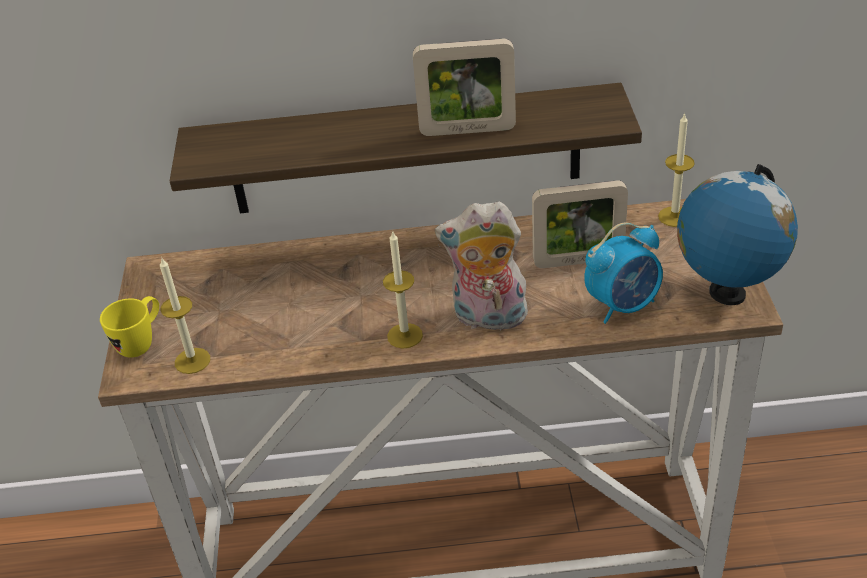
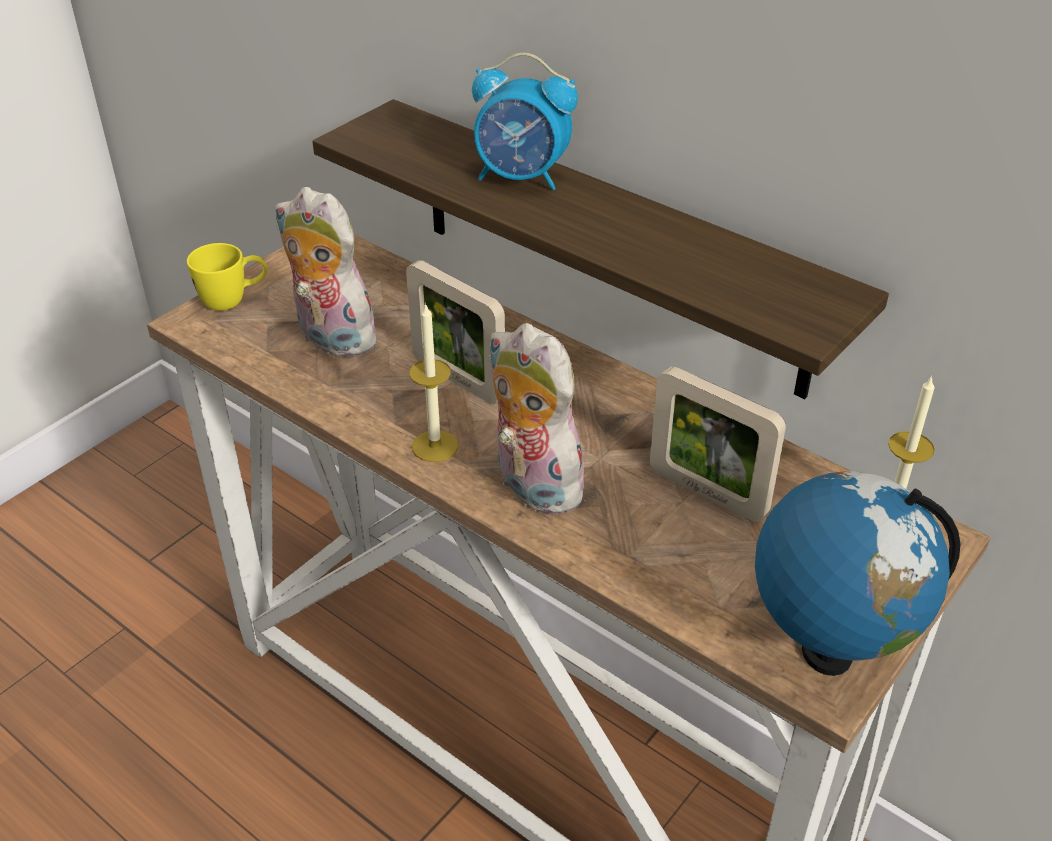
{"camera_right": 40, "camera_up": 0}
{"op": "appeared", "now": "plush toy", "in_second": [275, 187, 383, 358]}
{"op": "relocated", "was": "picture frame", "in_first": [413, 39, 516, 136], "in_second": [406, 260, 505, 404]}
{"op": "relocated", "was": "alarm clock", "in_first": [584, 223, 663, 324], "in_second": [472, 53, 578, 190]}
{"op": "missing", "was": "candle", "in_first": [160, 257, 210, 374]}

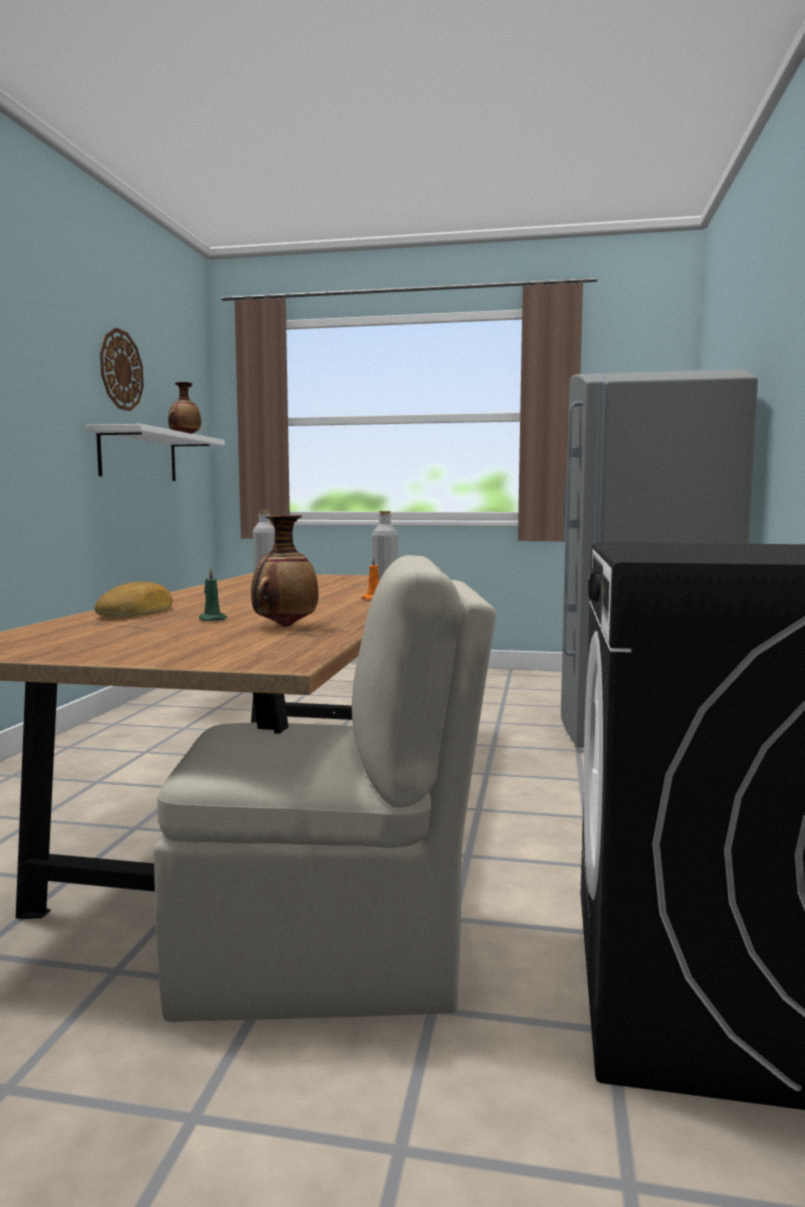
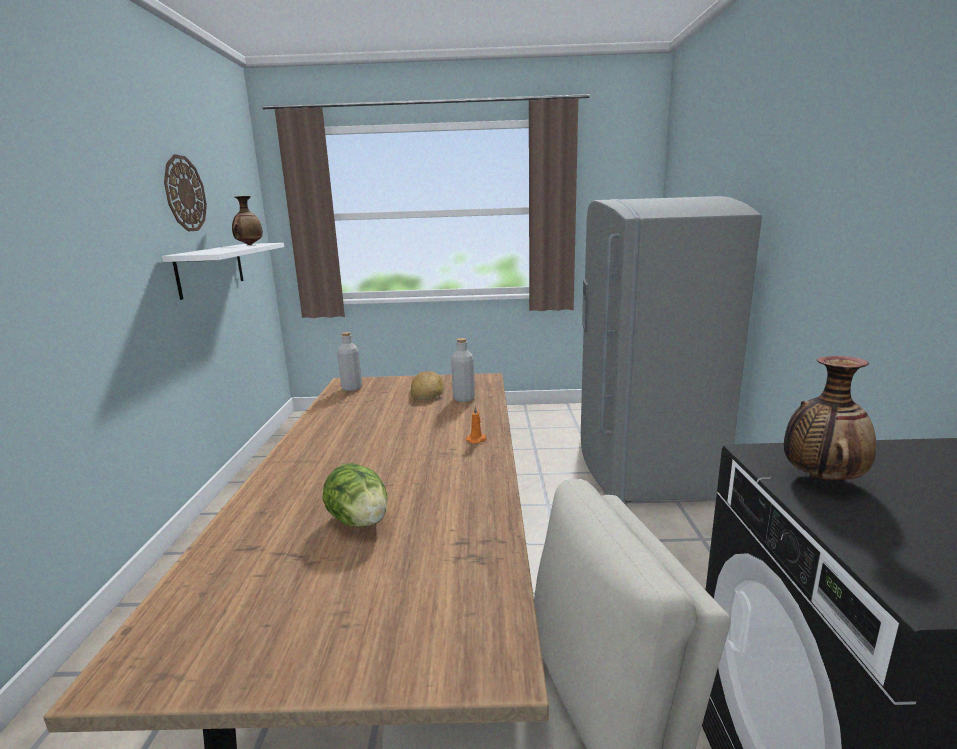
{"camera_right": -10, "camera_up": 10}
{"op": "exchanged", "was": "candle/green", "now": "lettuce", "in_first": [199, 568, 227, 621], "in_second": [322, 463, 387, 527]}
{"op": "relocated", "was": "bread", "in_first": [94, 582, 172, 617], "in_second": [411, 371, 444, 400]}
{"op": "relocated", "was": "vase", "in_first": [251, 515, 319, 627], "in_second": [784, 356, 876, 481]}

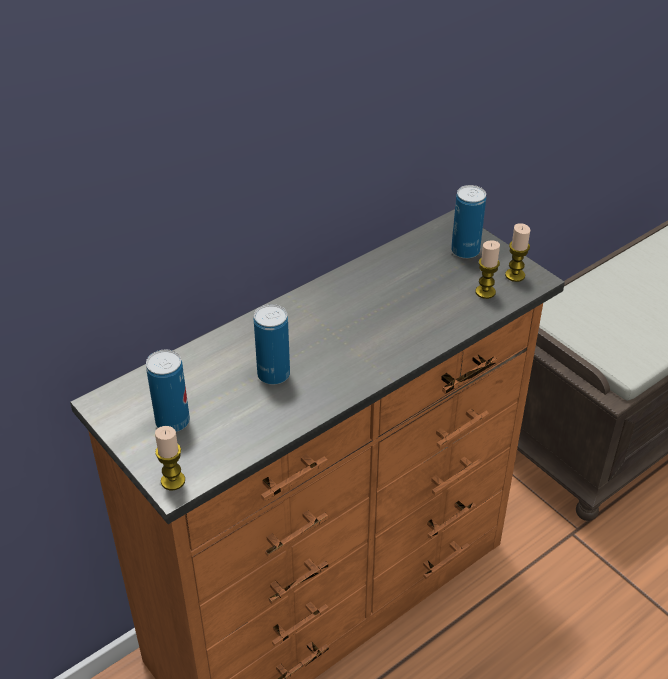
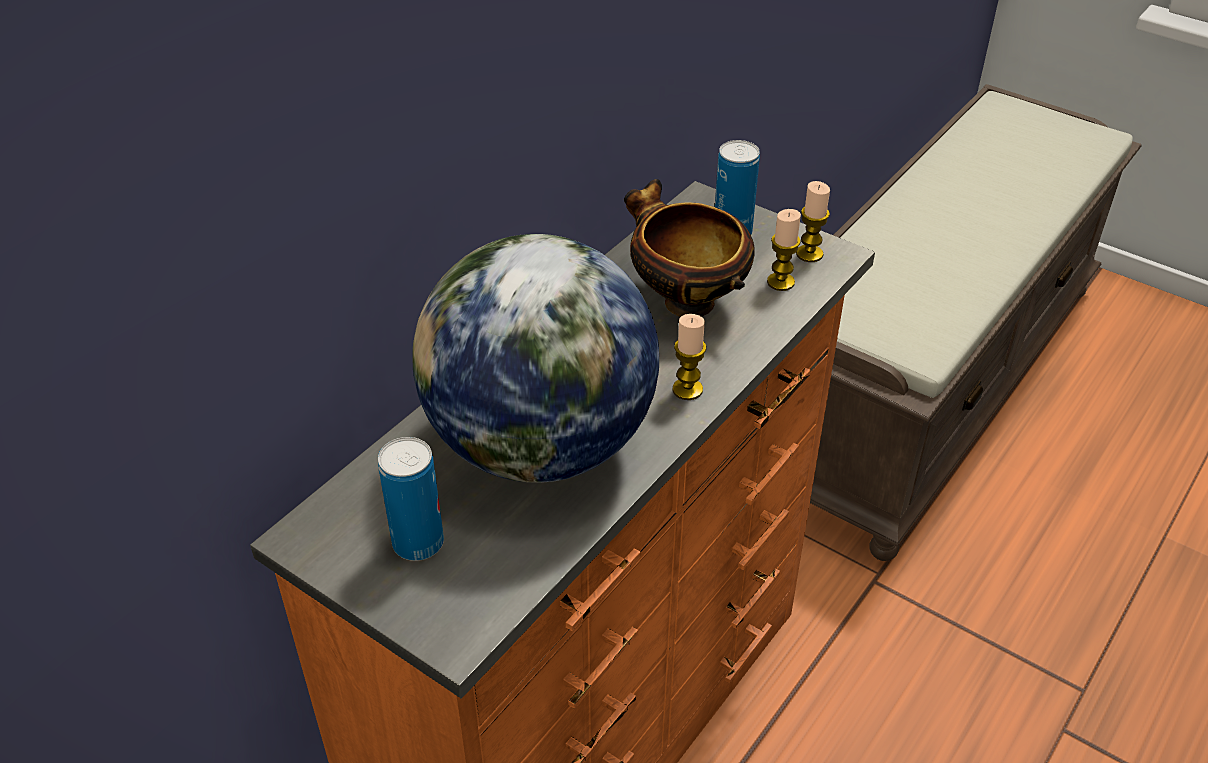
{"camera_right": -15, "camera_up": 0}
{"op": "exchanged", "was": "can", "now": "globe", "in_first": [254, 304, 290, 385], "in_second": [412, 234, 659, 483]}
{"op": "appeared", "now": "bowl", "in_second": [624, 179, 755, 317]}
{"op": "relocated", "was": "candle", "in_first": [155, 426, 185, 490], "in_second": [672, 314, 706, 400]}

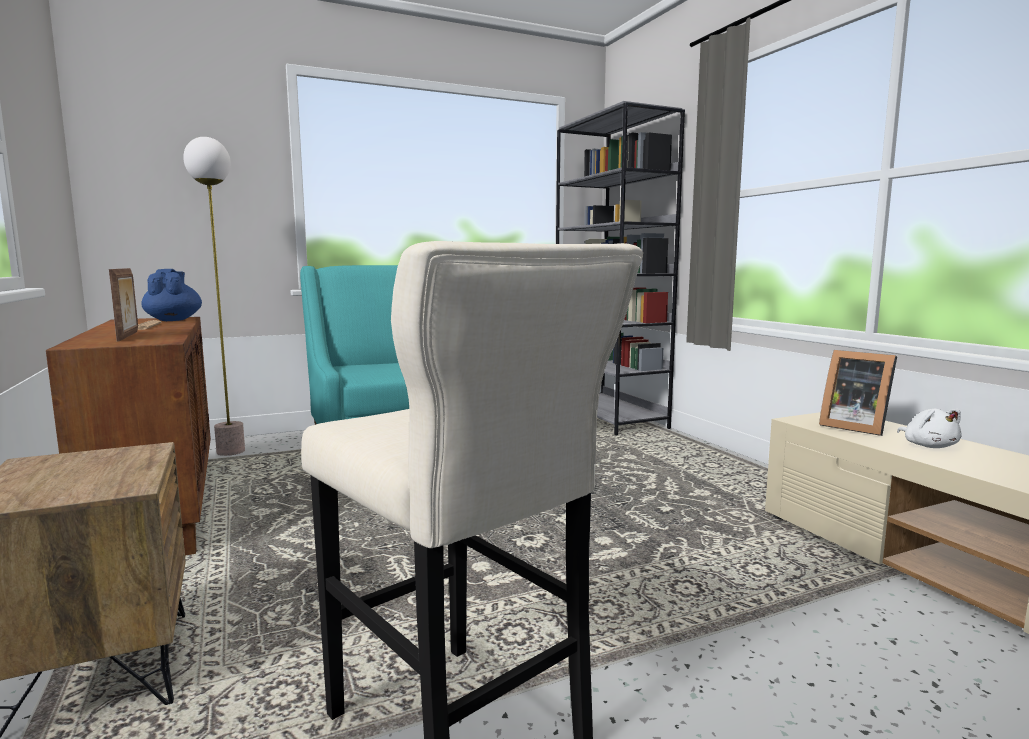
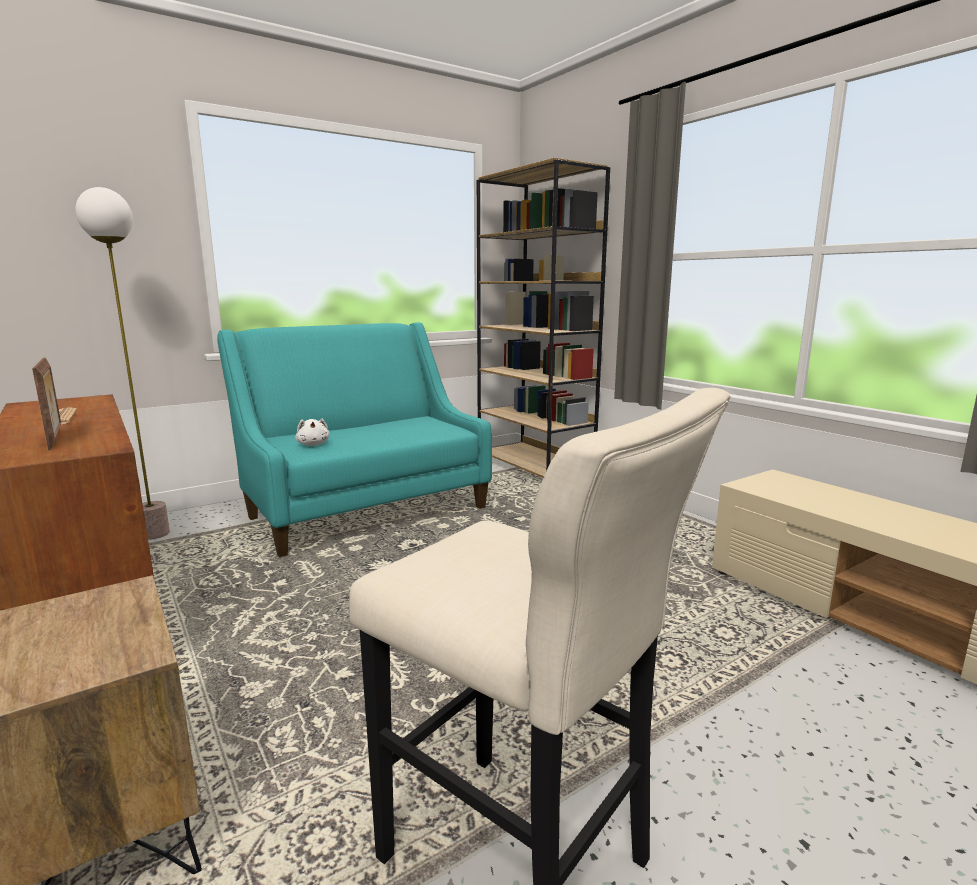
{"camera_right": -10, "camera_up": 5}
{"op": "relocated", "was": "plush toy/white", "in_first": [897, 409, 962, 448], "in_second": [295, 419, 330, 446]}
{"op": "colour", "was": "bookcase/grey", "now": "bookcase/brown", "in_first": [556, 101, 685, 435], "in_second": [477, 158, 610, 478]}
{"op": "missing", "was": "teapot/blue", "in_first": [142, 269, 202, 321]}
{"op": "missing", "was": "picture frame", "in_first": [819, 350, 897, 436]}

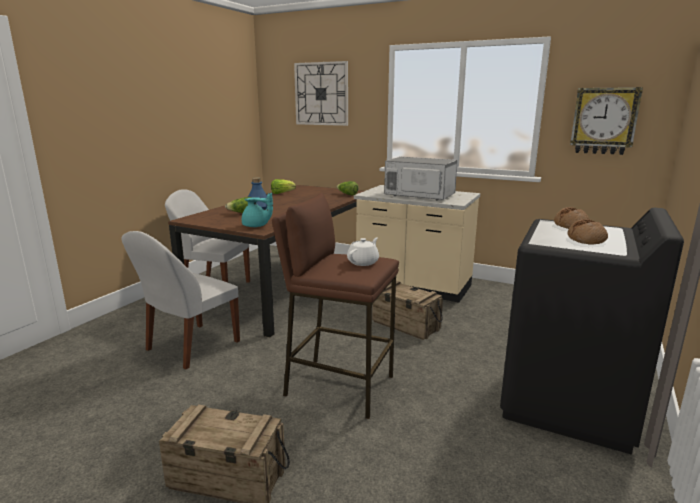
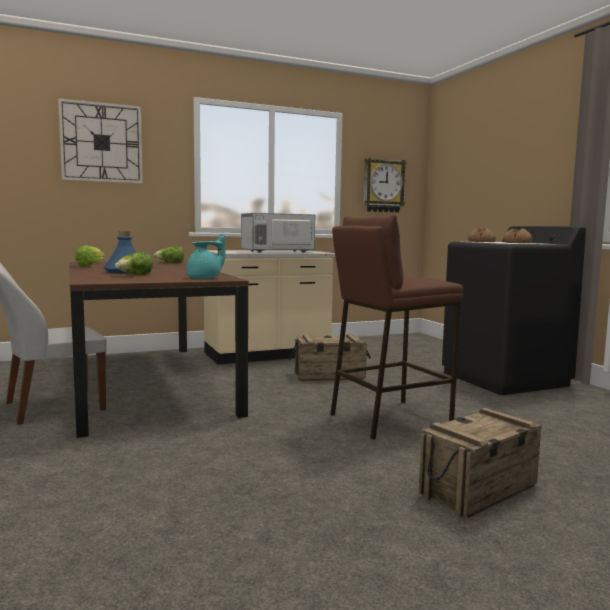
{"camera_right": -50, "camera_up": -10}
{"op": "missing", "was": "chair/white", "in_first": [121, 231, 240, 370]}
{"op": "missing", "was": "teapot/white", "in_first": [347, 237, 379, 266]}

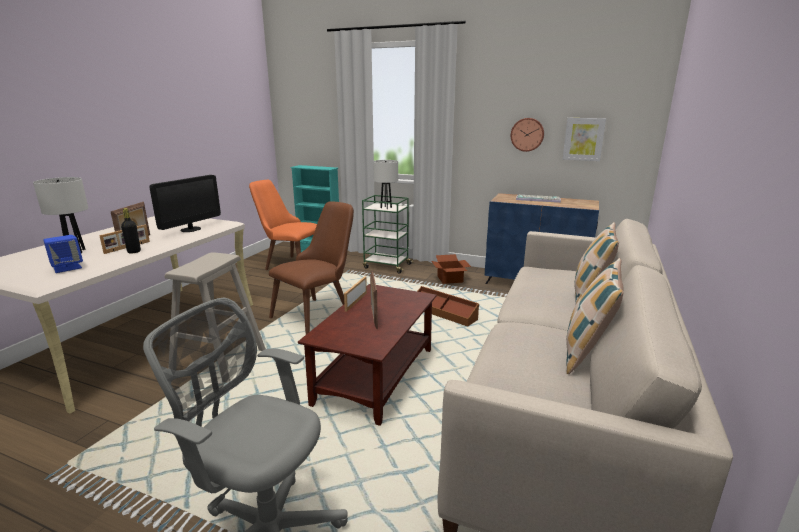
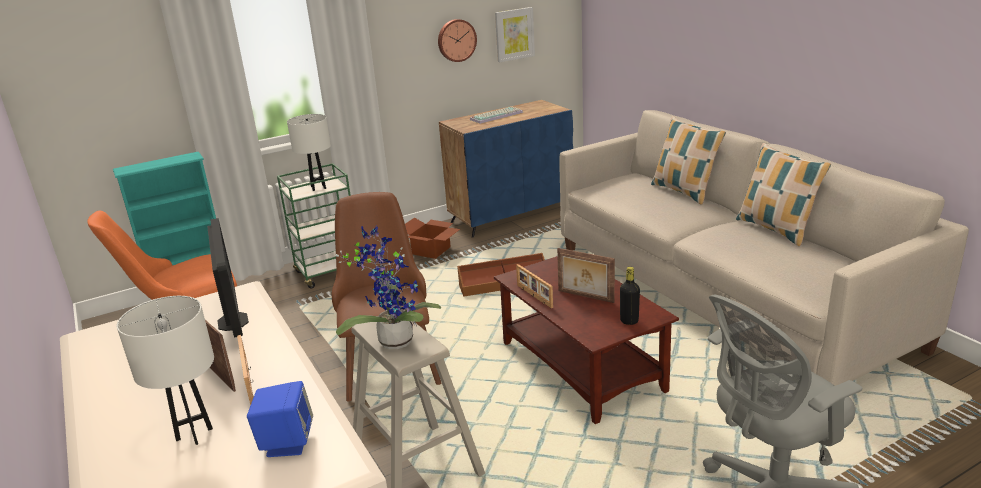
{"camera_right": -50, "camera_up": 5}
{"op": "appeared", "now": "potted plant", "in_second": [335, 226, 441, 349]}
{"op": "relocated", "was": "bottle/black", "in_first": [121, 208, 141, 253], "in_second": [620, 267, 640, 325]}

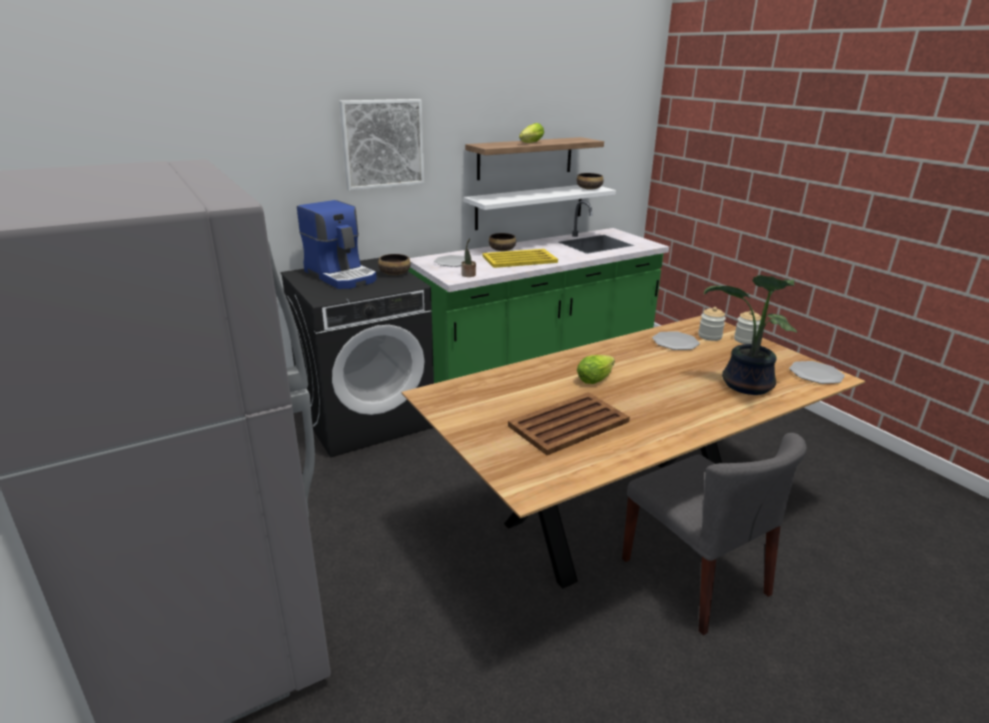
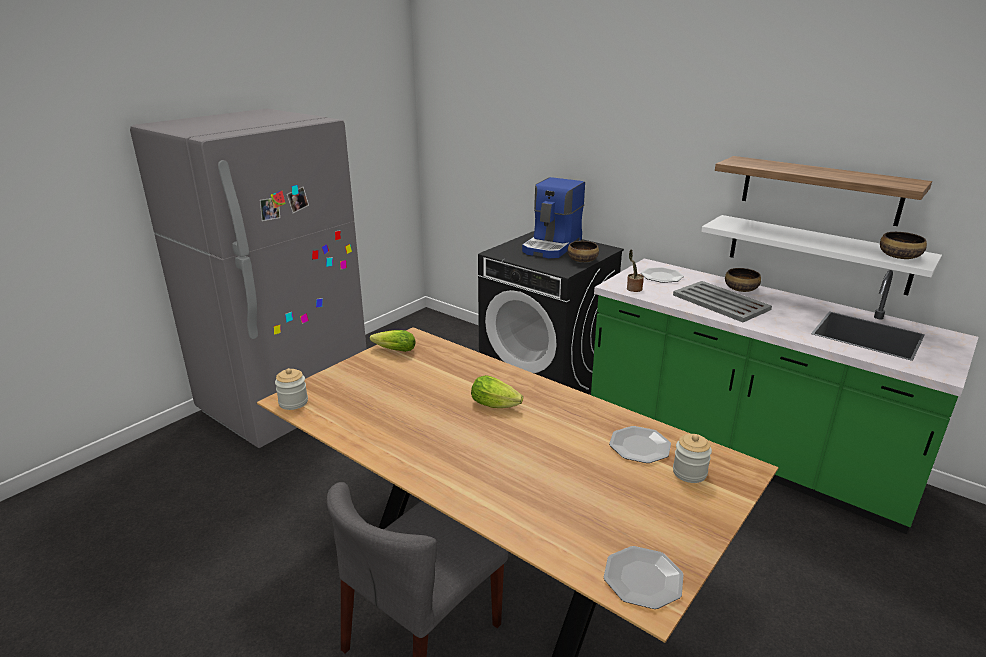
{"camera_right": 70, "camera_up": 0}
{"op": "relocated", "was": "jar", "in_first": [734, 310, 761, 344], "in_second": [275, 368, 308, 410]}
{"op": "relocated", "was": "lettuce", "in_first": [519, 123, 544, 143], "in_second": [370, 330, 416, 352]}
{"op": "colour", "was": "tray/yellow", "now": "tray/grey", "in_first": [483, 249, 558, 268], "in_second": [673, 281, 772, 322]}
{"op": "missing", "was": "picture", "in_first": [339, 99, 424, 191]}
{"op": "missing", "was": "tray/brown", "in_first": [508, 392, 630, 455]}
{"op": "missing", "was": "potted plant", "in_first": [704, 275, 797, 395]}

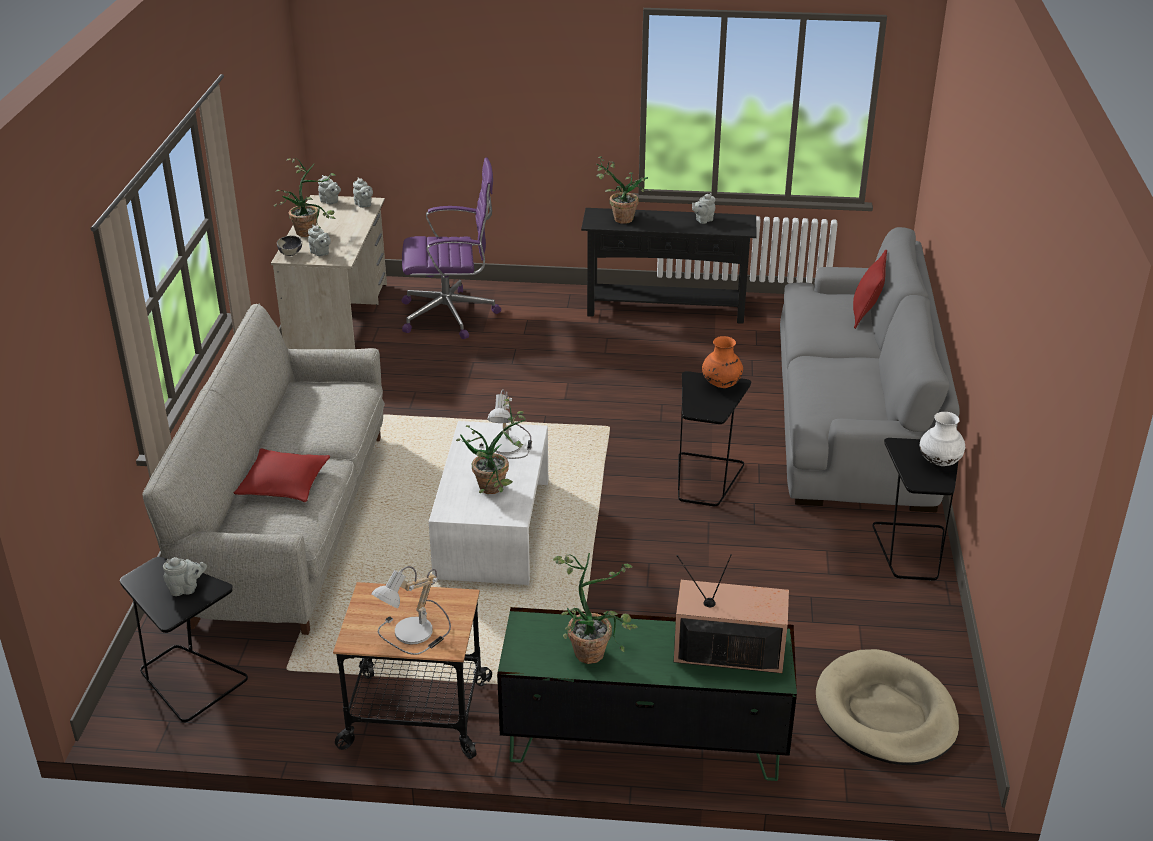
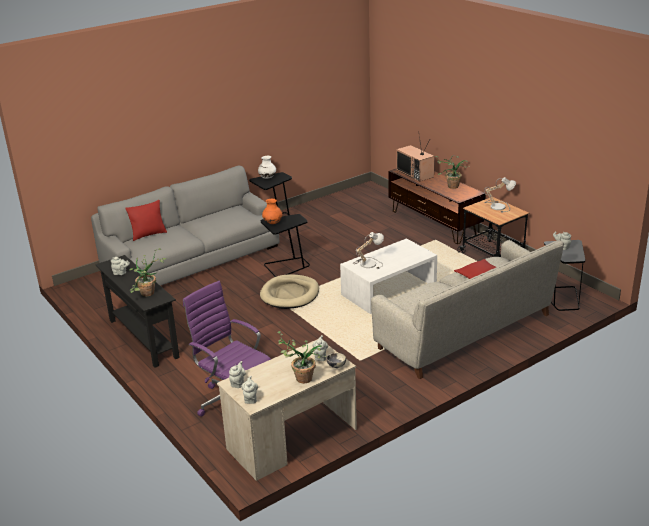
{"camera_right": -130, "camera_up": -5}
{"op": "relocated", "was": "dog bed/beige", "in_first": [816, 649, 959, 765], "in_second": [260, 275, 319, 309]}
{"op": "colour", "was": "tv stand/green", "now": "tv stand/brown", "in_first": [497, 607, 797, 781], "in_second": [389, 168, 486, 244]}
{"op": "missing", "was": "potted plant", "in_first": [456, 399, 526, 494]}

